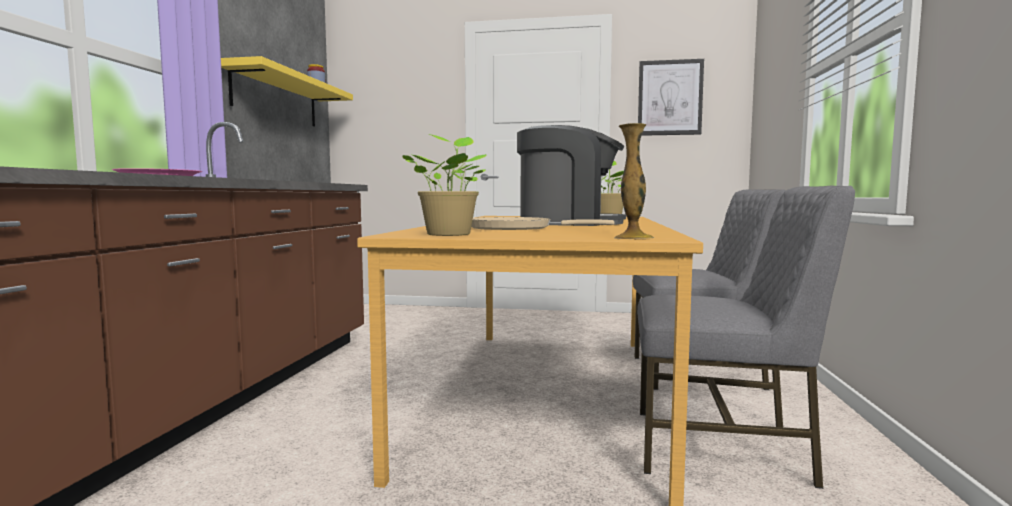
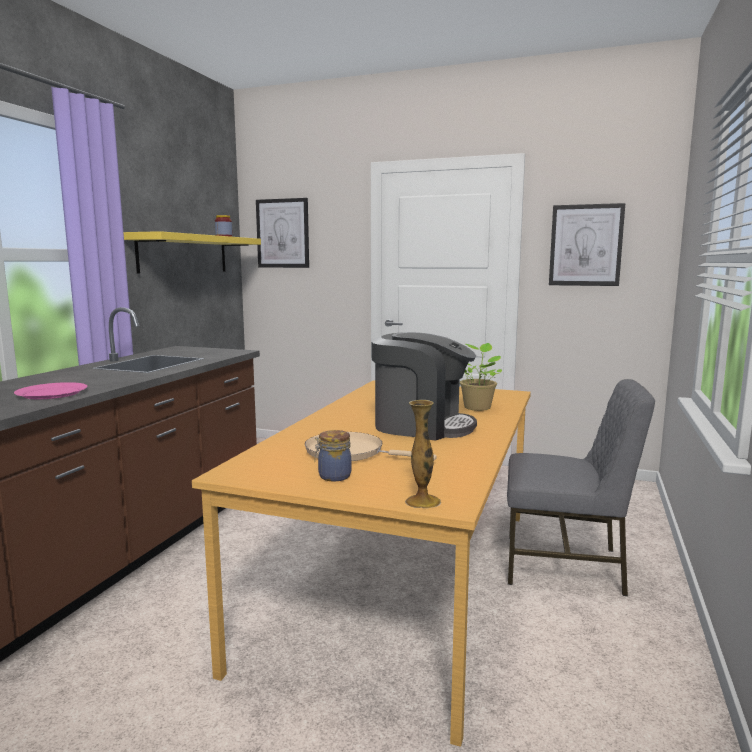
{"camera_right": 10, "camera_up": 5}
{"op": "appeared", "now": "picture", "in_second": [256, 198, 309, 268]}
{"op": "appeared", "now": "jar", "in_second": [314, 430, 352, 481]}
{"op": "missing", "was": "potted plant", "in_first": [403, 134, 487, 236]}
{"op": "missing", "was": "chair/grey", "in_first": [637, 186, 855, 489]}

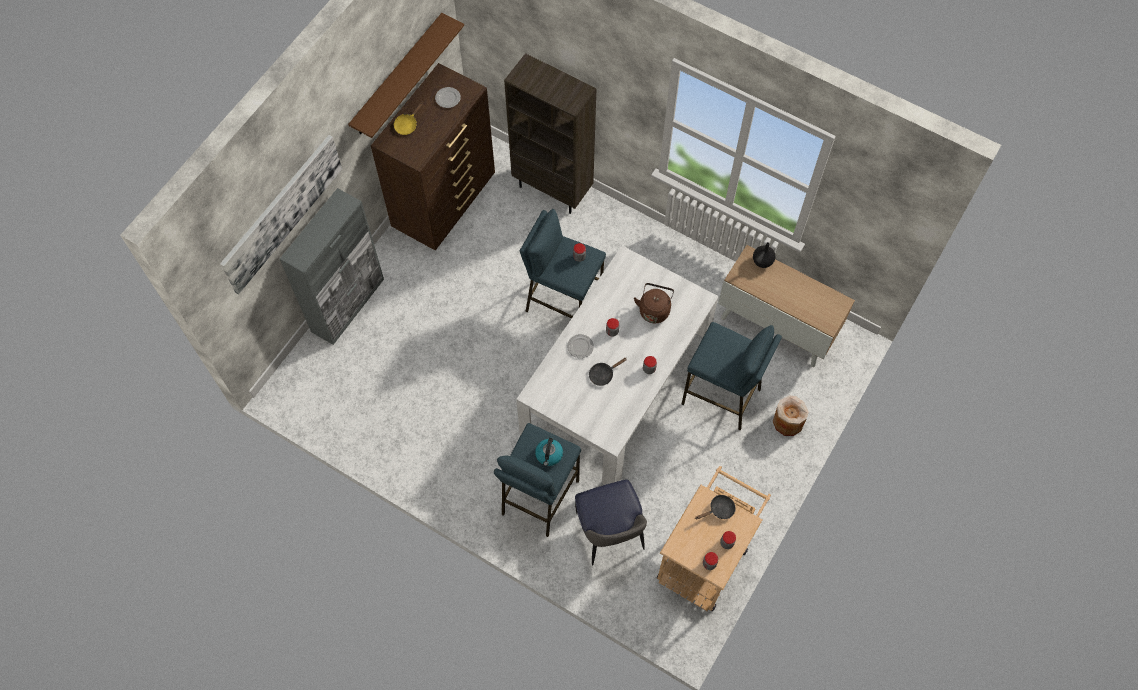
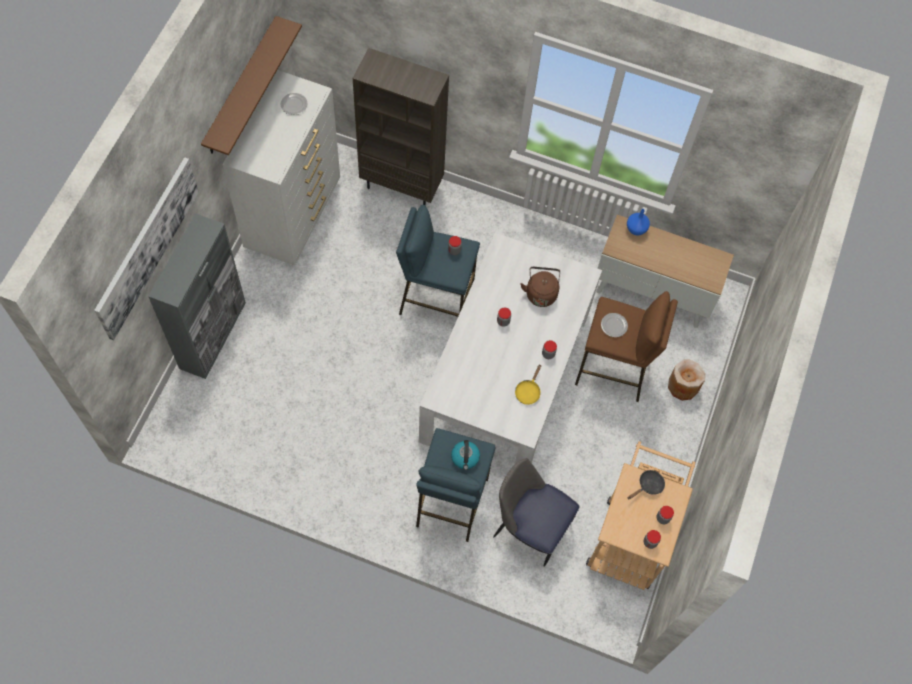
{"camera_right": -15, "camera_up": 0}
{"op": "colour", "was": "dresser/brown", "now": "dresser/white", "in_first": [371, 63, 495, 251], "in_second": [222, 70, 340, 266]}
{"op": "spun", "was": "chair", "in_first": [575, 479, 647, 565], "in_second": [493, 458, 579, 567], "clockwise": 150}
{"op": "relocated", "was": "frying pan/yellow", "in_first": [394, 102, 423, 135], "in_second": [515, 364, 541, 405]}
{"op": "colour", "was": "stool/blue", "now": "stool/brown", "in_first": [682, 322, 782, 431], "in_second": [575, 291, 678, 402]}
{"op": "relocated", "was": "plate", "in_first": [567, 334, 594, 358], "in_second": [601, 313, 628, 337]}
{"op": "colour", "was": "vase/black", "now": "vase/blue", "in_first": [753, 242, 776, 268], "in_second": [627, 209, 650, 236]}
{"op": "missing", "was": "frying pan/black", "in_first": [589, 358, 627, 386]}

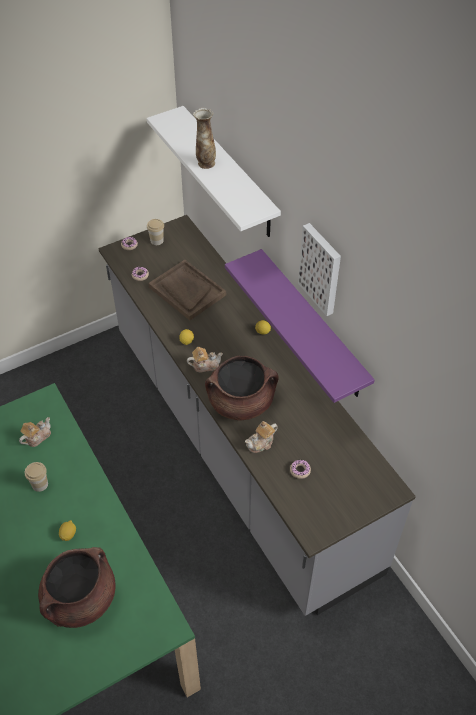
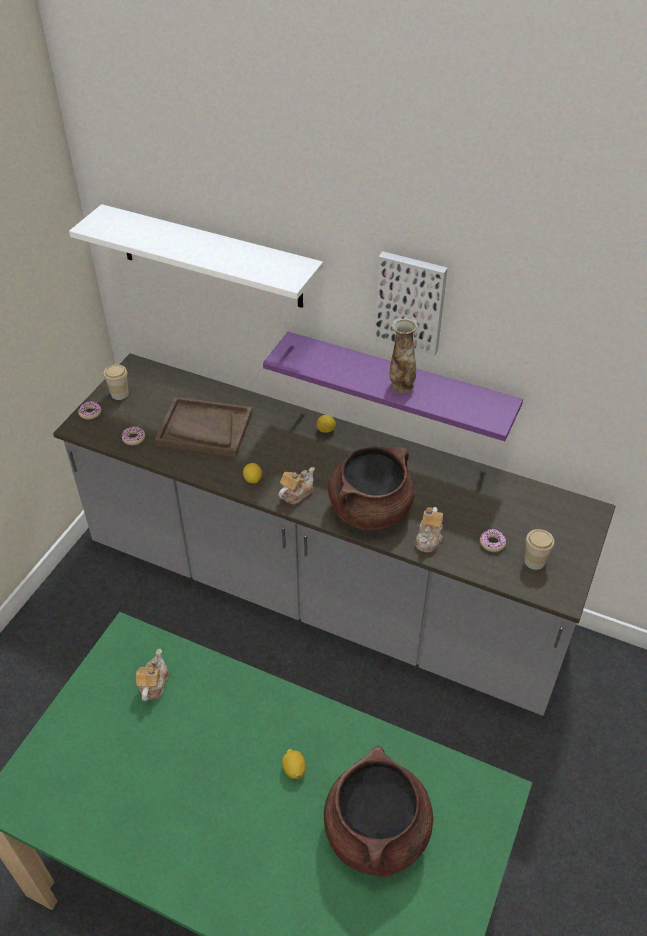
{"camera_right": -35, "camera_up": -5}
{"op": "relocated", "was": "vase", "in_first": [193, 108, 216, 169], "in_second": [390, 317, 418, 393]}
{"op": "relocated", "was": "cup", "in_first": [25, 462, 48, 492], "in_second": [524, 529, 554, 570]}

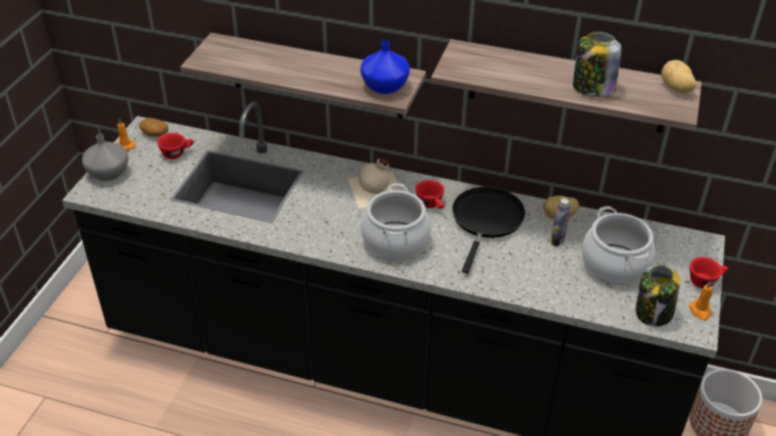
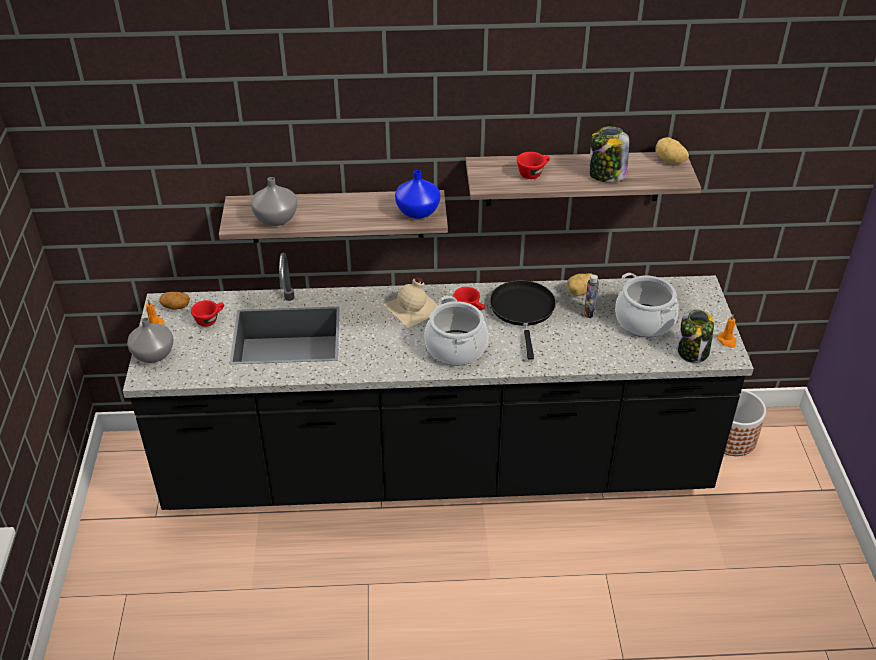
{"camera_right": -20, "camera_up": 0}
{"op": "appeared", "now": "vase/grey", "in_second": [251, 177, 297, 226]}
{"op": "relocated", "was": "cup/red", "in_first": [690, 257, 728, 288], "in_second": [517, 152, 550, 179]}

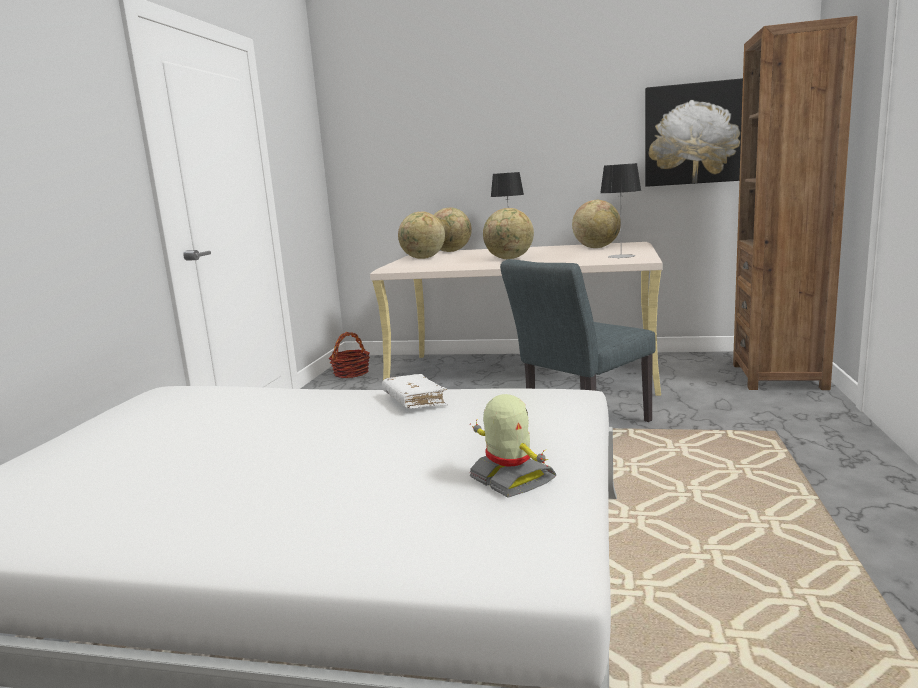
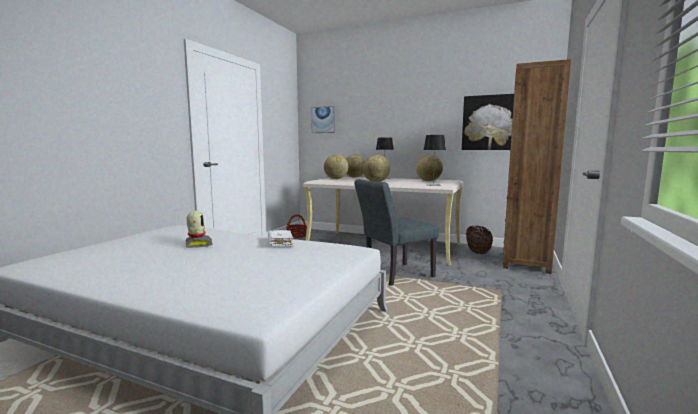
{"camera_right": 10, "camera_up": -5}
{"op": "relocated", "was": "toy robot", "in_first": [470, 394, 556, 498], "in_second": [186, 211, 213, 248]}
{"op": "appeared", "now": "picture", "in_second": [311, 106, 335, 133]}
{"op": "appeared", "now": "basket", "in_second": [466, 226, 493, 254]}

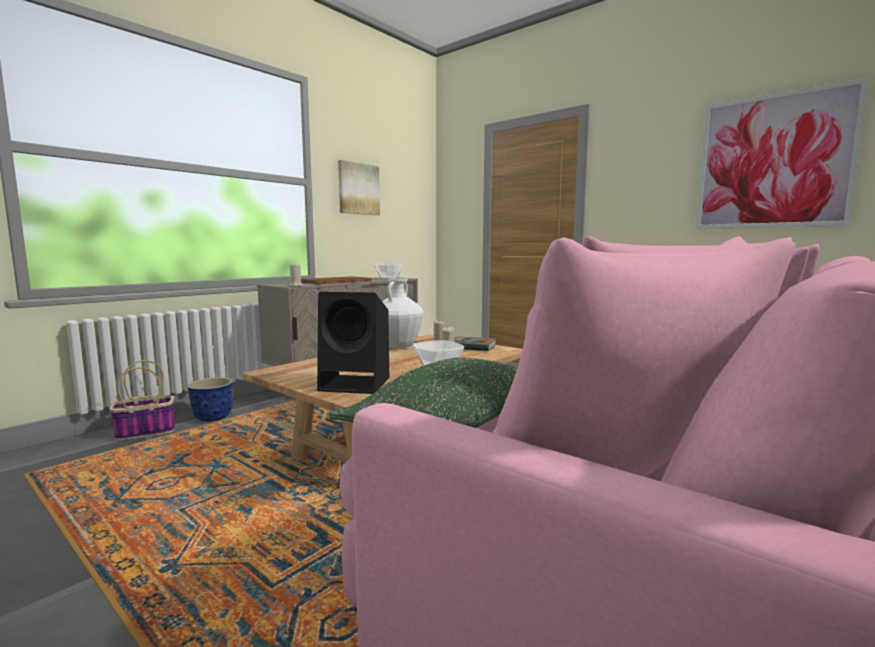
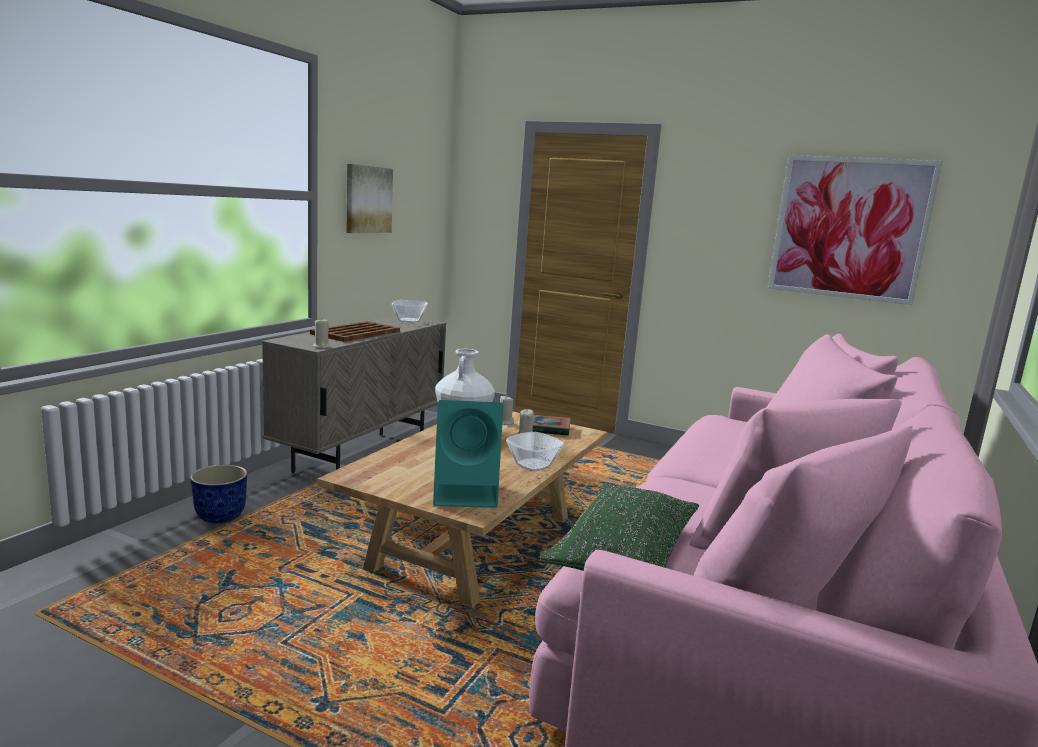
{"camera_right": -15, "camera_up": 5}
{"op": "colour", "was": "speaker/black", "now": "speaker/turquoise", "in_first": [317, 292, 389, 394], "in_second": [433, 400, 503, 508]}
{"op": "missing", "was": "basket", "in_first": [109, 360, 176, 441]}

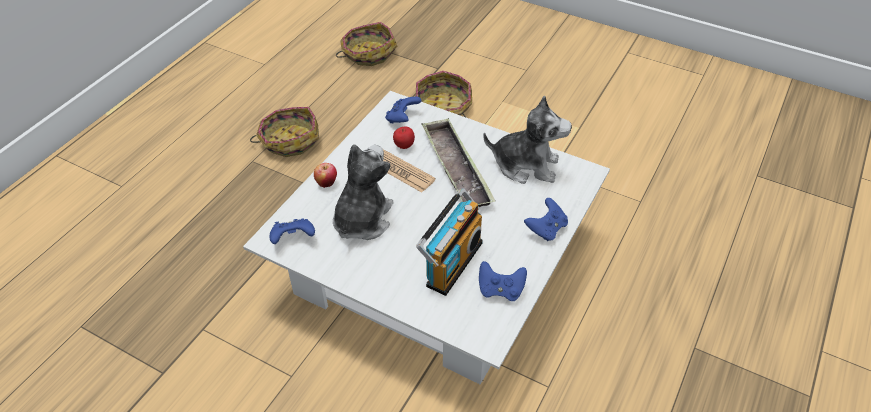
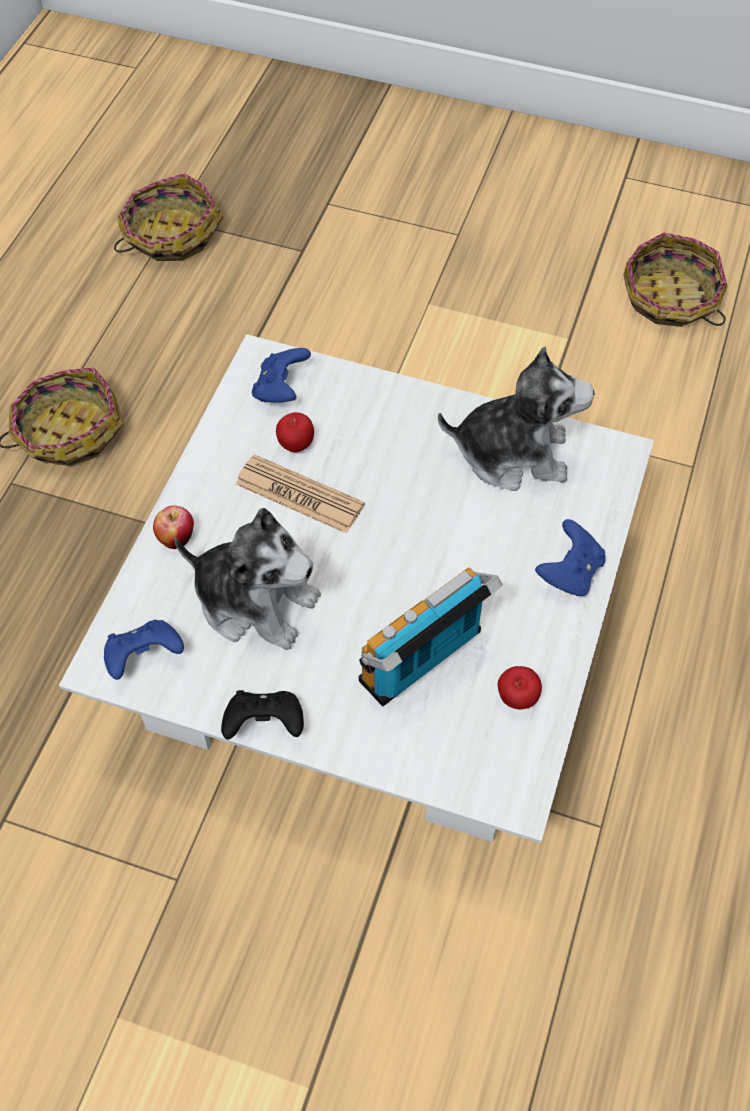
{"camera_right": -10, "camera_up": 10}
{"op": "spun", "was": "plush toy", "in_first": [333, 144, 394, 240], "in_second": [174, 508, 321, 650], "clockwise": 105}
{"op": "appeared", "now": "game controller/black", "in_second": [221, 690, 304, 740]}
{"op": "spun", "was": "radio", "in_first": [416, 188, 483, 296], "in_second": [359, 568, 503, 706], "clockwise": -150}
{"op": "exchanged", "was": "game controller/blue", "now": "apple", "in_first": [479, 261, 527, 301], "in_second": [498, 666, 542, 709]}
{"op": "relocated", "was": "basket", "in_first": [415, 71, 472, 117], "in_second": [623, 233, 728, 327]}
{"op": "missing", "was": "tray", "in_first": [421, 118, 496, 207]}

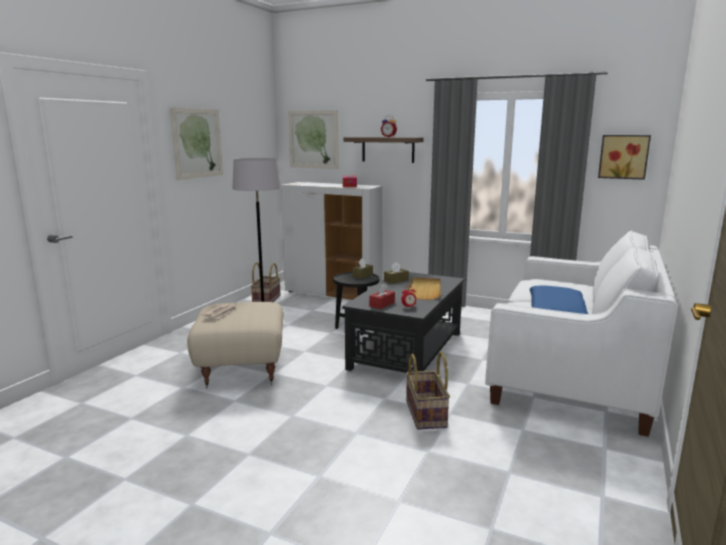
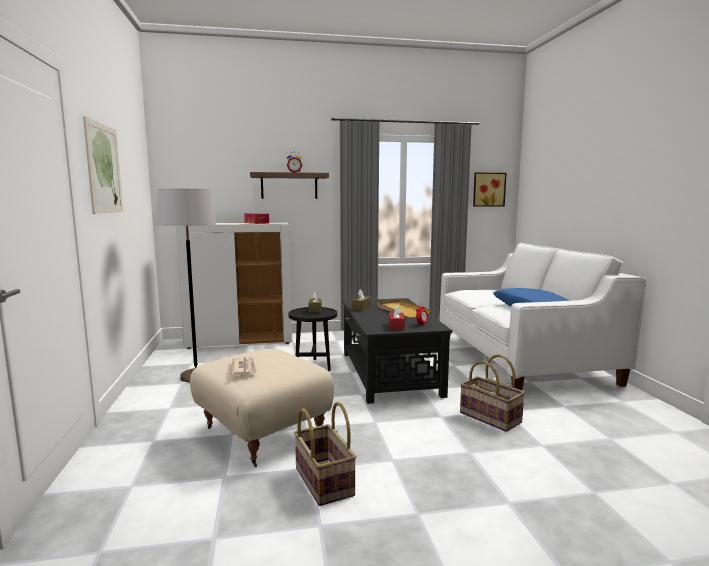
{"camera_right": -35, "camera_up": -5}
{"op": "relocated", "was": "basket", "in_first": [251, 262, 281, 302], "in_second": [294, 402, 357, 506]}
{"op": "missing", "was": "picture", "in_first": [288, 110, 339, 169]}

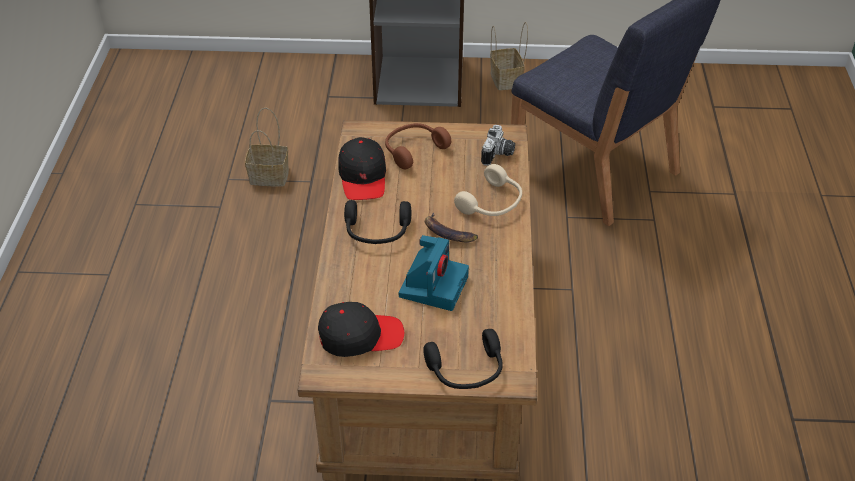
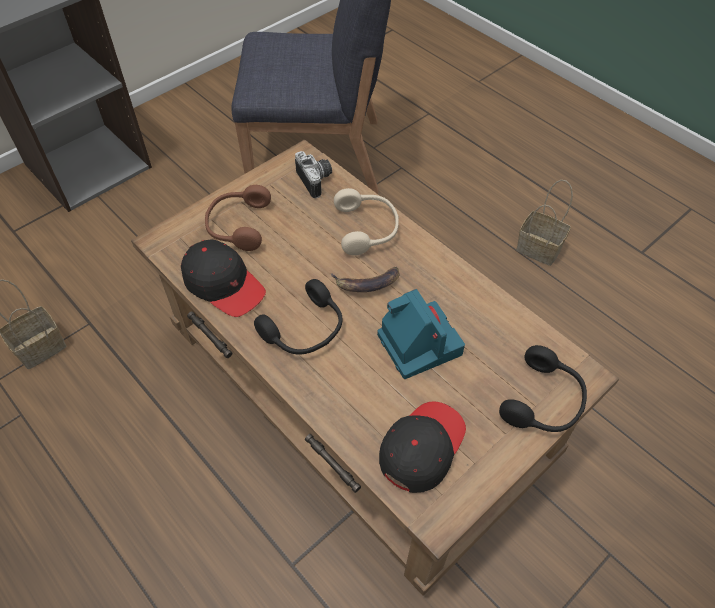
{"camera_right": -45, "camera_up": 10}
{"op": "relocated", "was": "basket", "in_first": [490, 22, 528, 90], "in_second": [516, 180, 573, 266]}

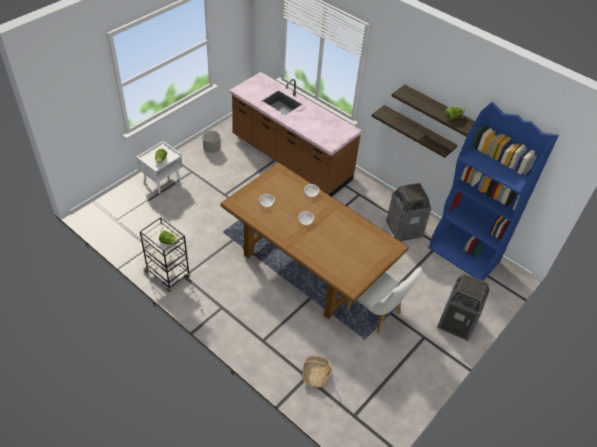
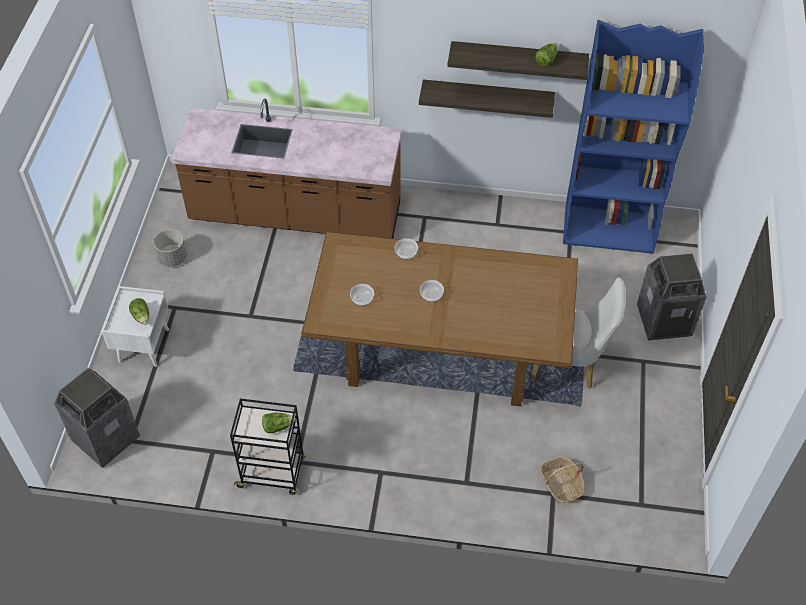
{"camera_right": -30, "camera_up": 5}
{"op": "relocated", "was": "trash can", "in_first": [386, 183, 431, 241], "in_second": [54, 368, 140, 468]}

